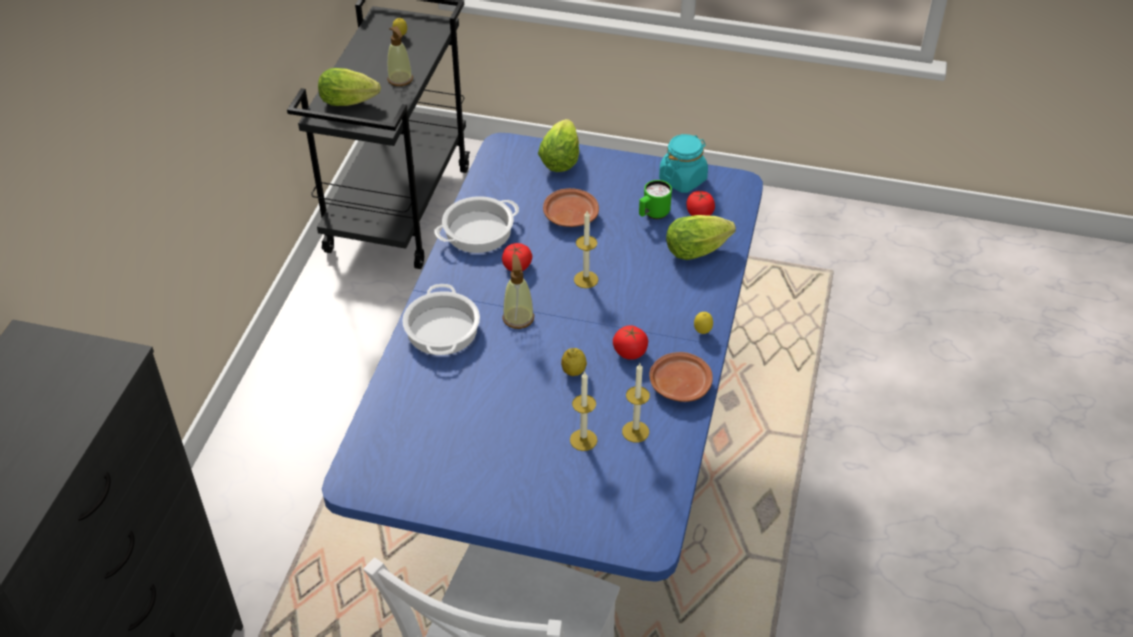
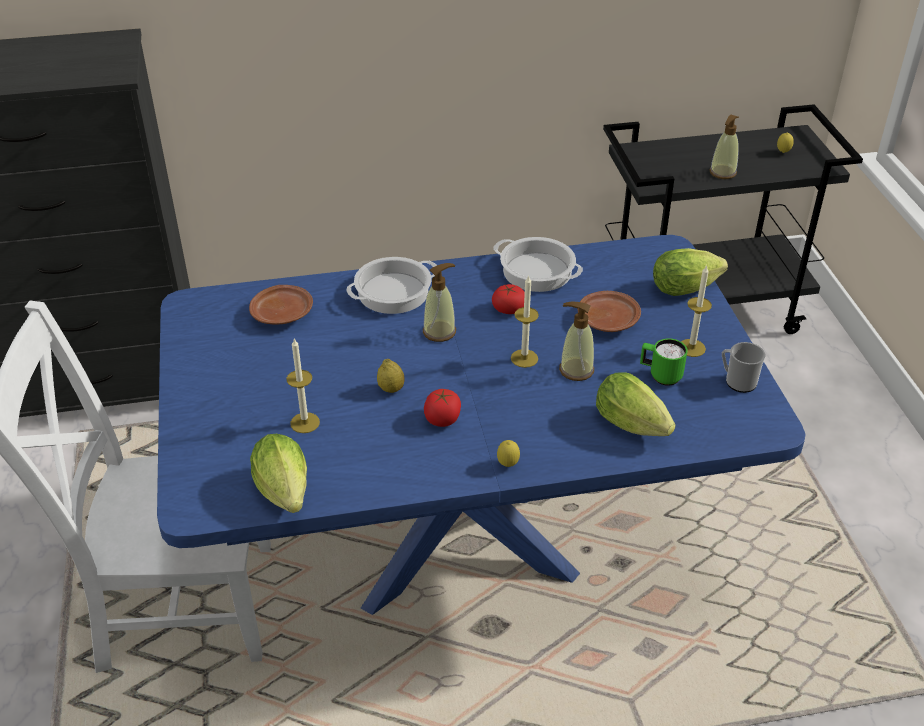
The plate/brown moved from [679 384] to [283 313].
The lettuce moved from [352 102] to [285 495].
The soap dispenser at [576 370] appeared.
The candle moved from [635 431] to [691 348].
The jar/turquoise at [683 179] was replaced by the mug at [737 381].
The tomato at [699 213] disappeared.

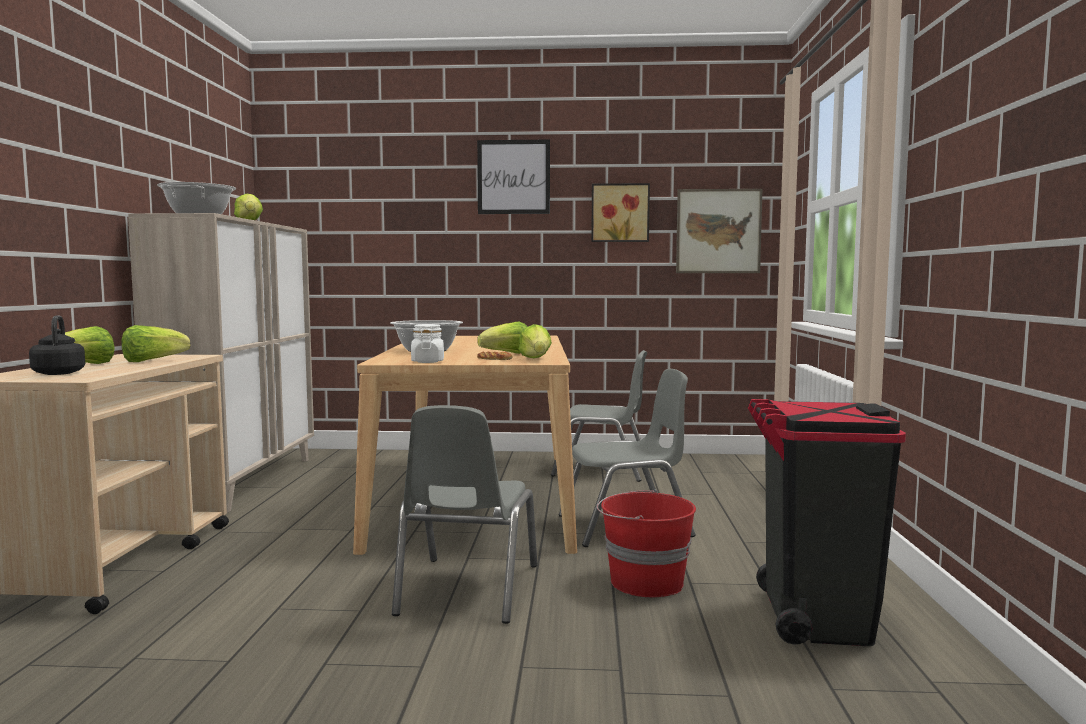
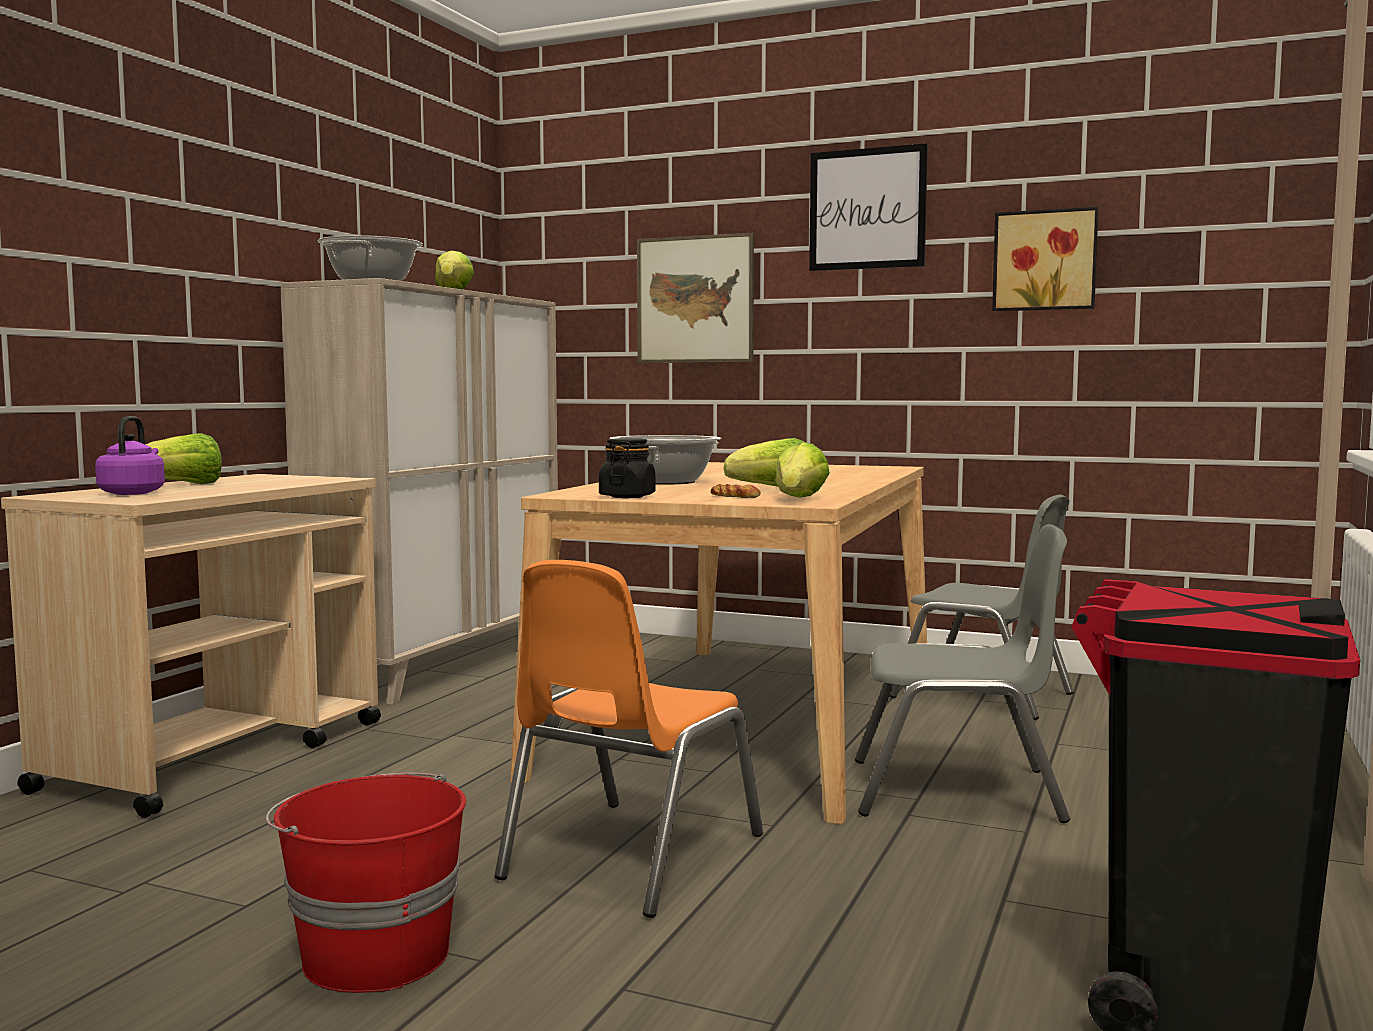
The kettle/black at [59 373] became the kettle/purple at [133 493].
The bucket/red moved from [645 582] to [373 955].
The chair/grey at [467 589] became the chair/orange at [630 856].
The jar/white at [427 361] became the jar/black at [627 496].
The picture moved from [718 231] to [695 299].
The lettuce at [153 361] disappeared.

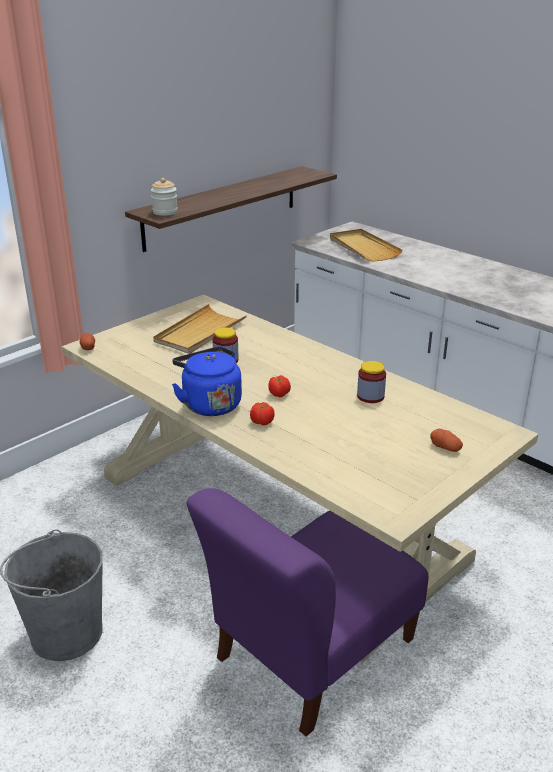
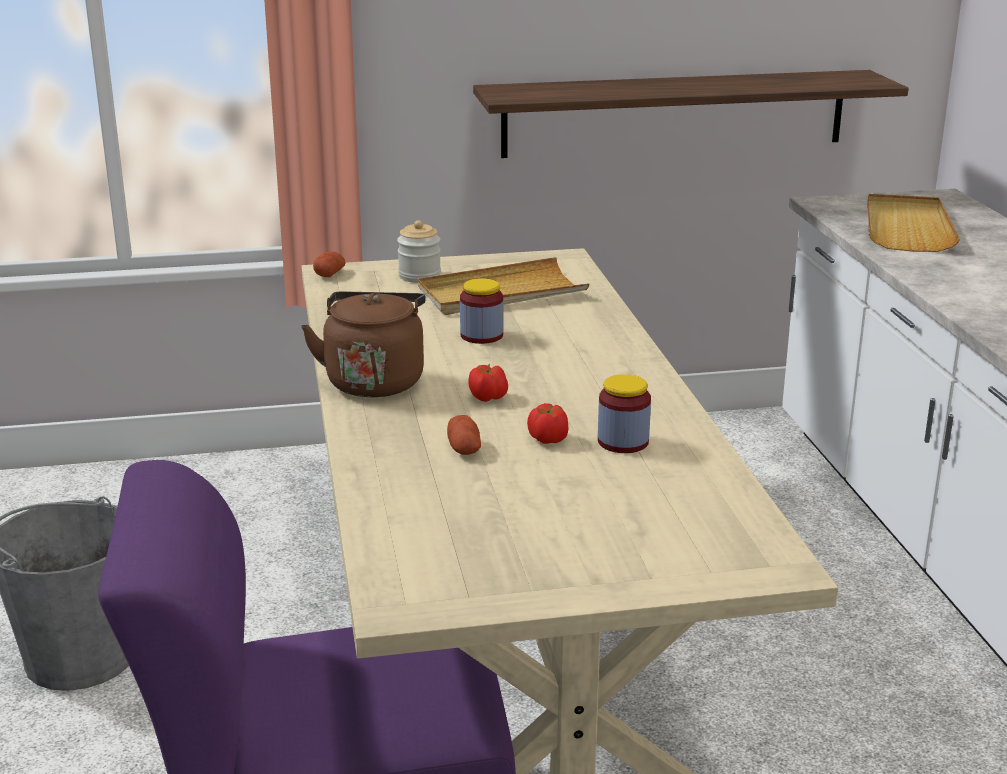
The kettle/blue at [209 404] became the kettle/brown at [374 380].
The jar moved from [165 212] to [419 276].
The potato moved from [445 447] to [464 448].
The tomato moved from [262 422] to [547 440].

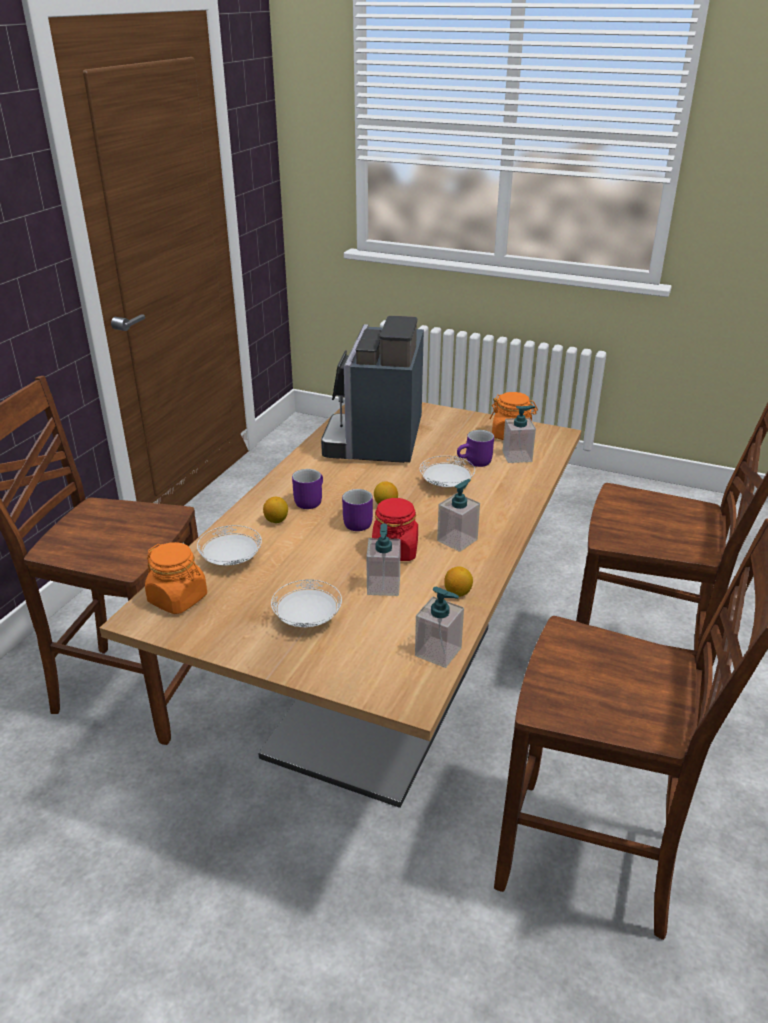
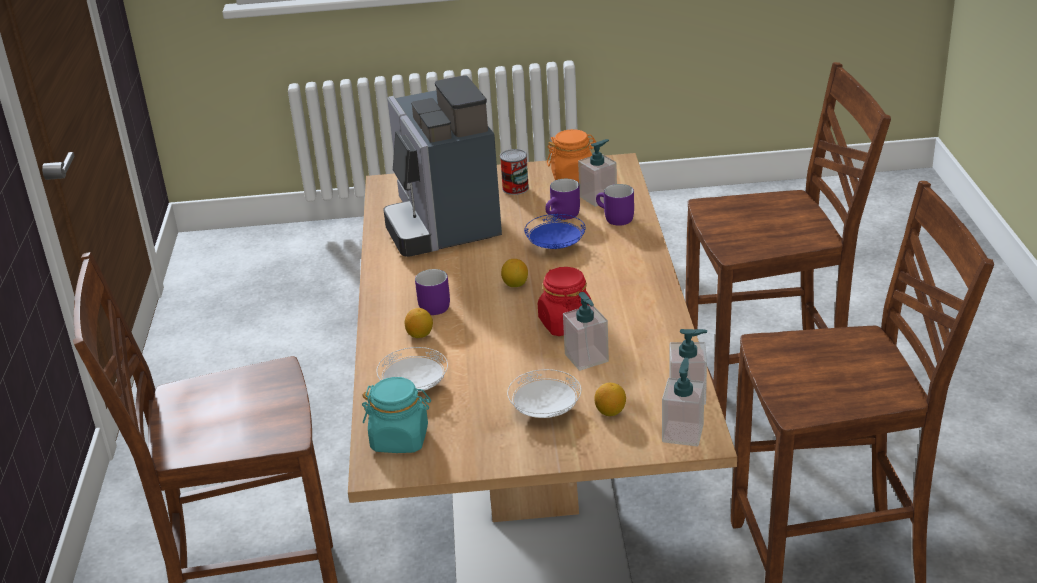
The jar/orange at [178 599] became the jar/turquoise at [400 439].
The can at [515 188] appeared.
The plate/white at [446 484] became the plate/blue at [555 246].
The lemon moved from [457 593] to [610 412].
The mug/purple moved from [354 522] to [614 219].
The soap dispenser moved from [457 540] to [683 433].

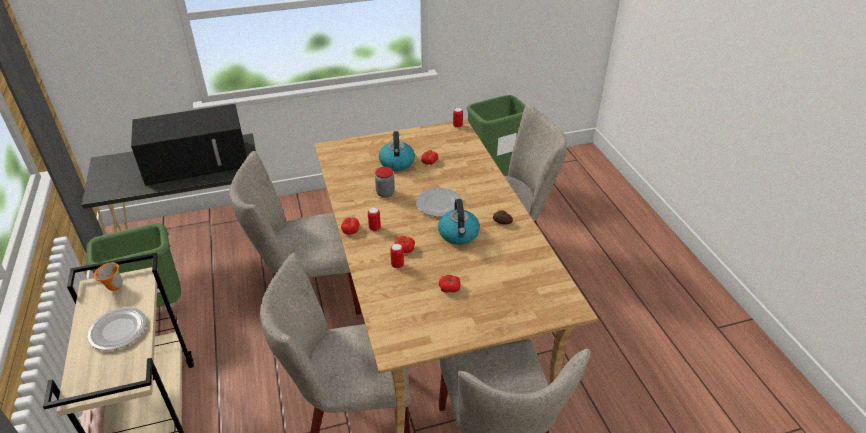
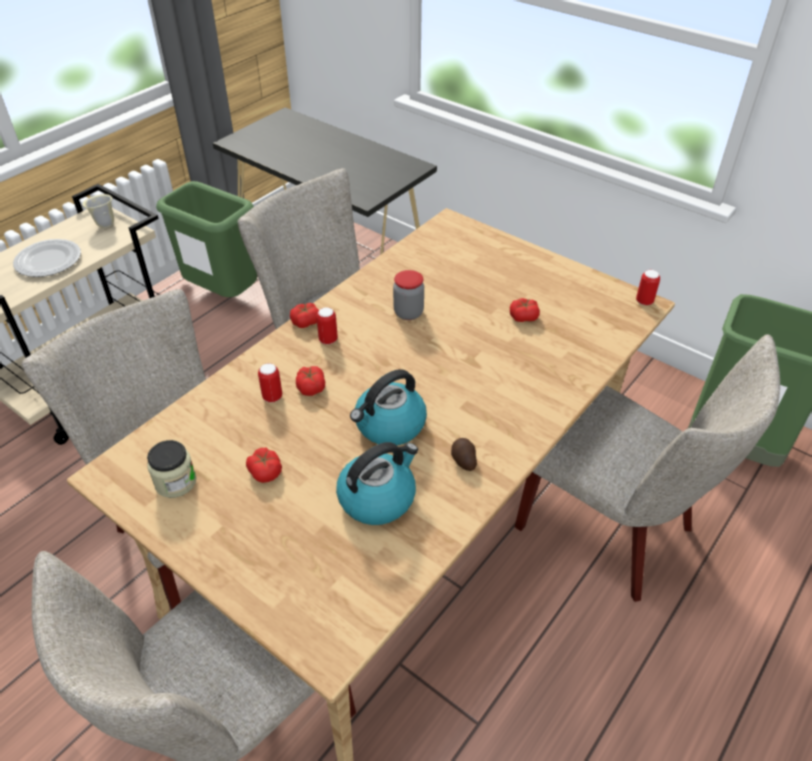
The mug/orange at [113 287] became the mug/beige at [104 224].
The jar at [175 482] appeared.
The kettle moved from [396 162] to [377 497].
The microwave/black at [198 161] disappeared.
The plate at [439 203] disappeared.

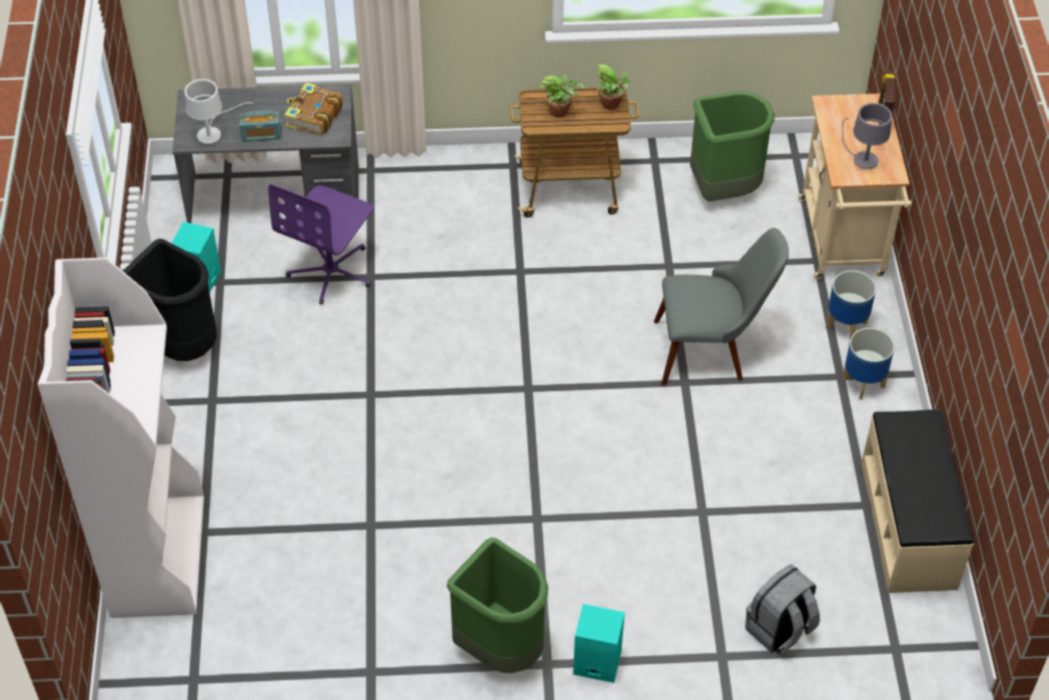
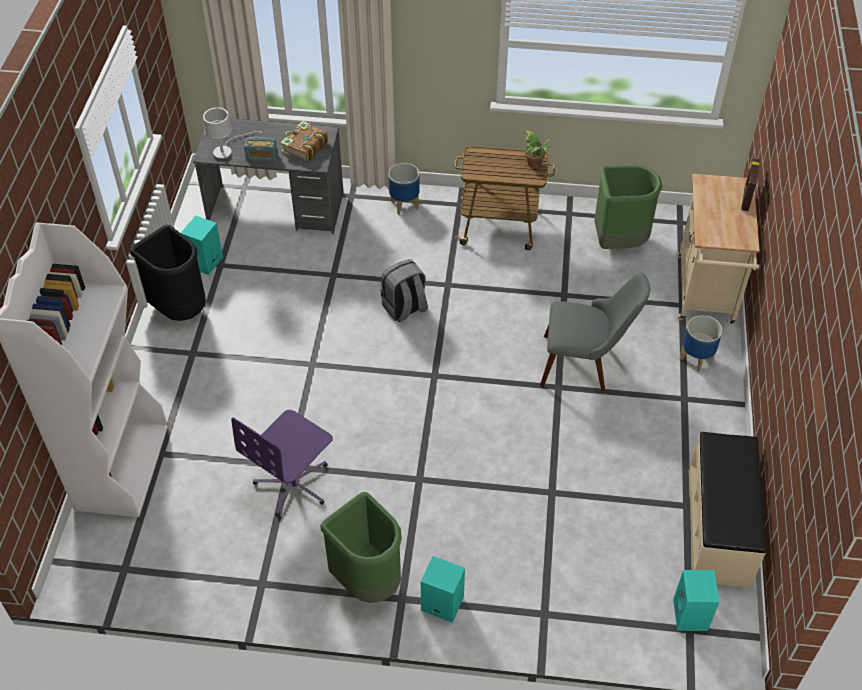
The office chair/purple moved from [332 271] to [293 484].
The backpack/grey moved from [779 630] to [405 308].
The planter moved from [863 382] to [405 204].
The speaker/turquoise at [691 616] appeared.
The potted plant at [561 111] disappeared.
The table lamp/grey at [861 158] disappeared.

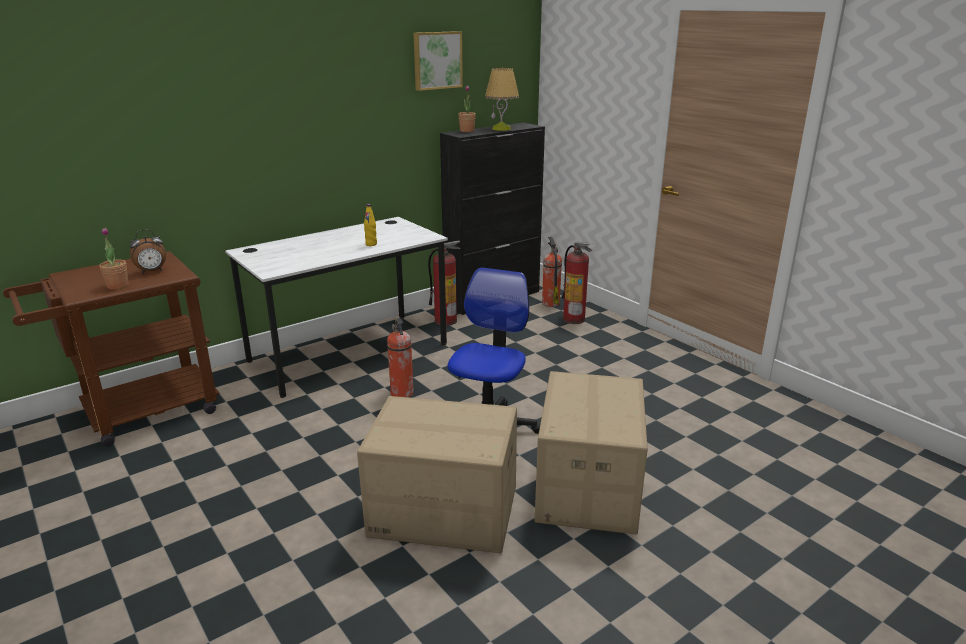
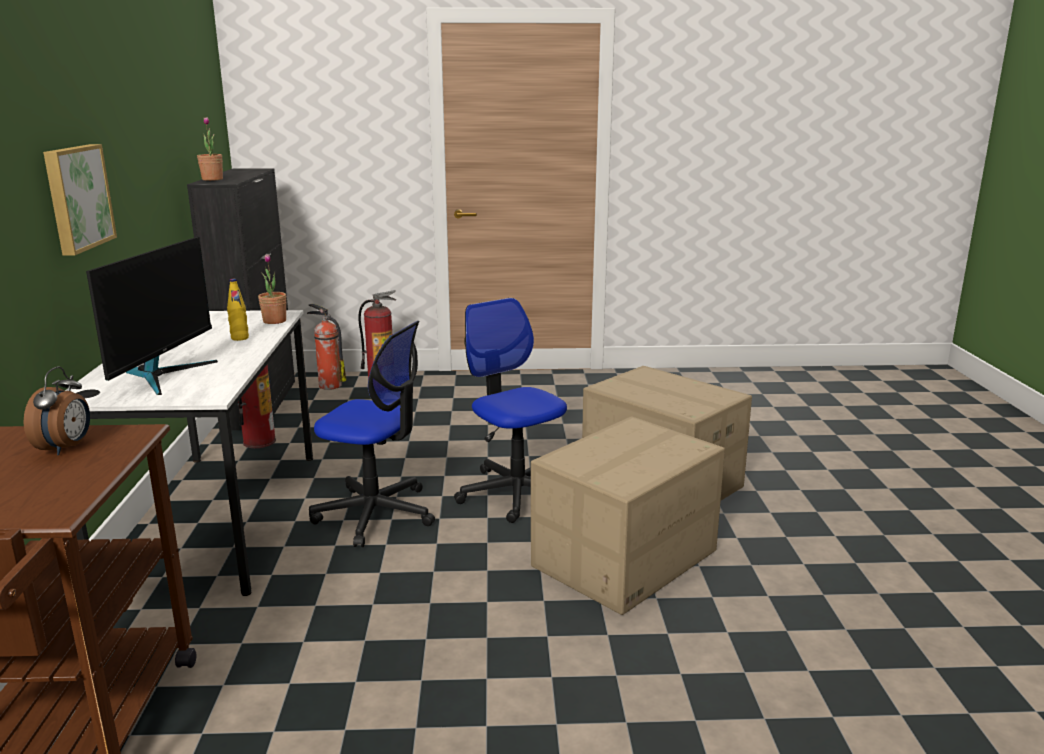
The picture moved from [437 60] to [76 197].
The monitor at [163 375] appeared.
The potted plant moved from [117 286] to [274 321].
The fire extinguisher at [402 393] was replaced by the office chair at [376 514].
The table lamp at [501 129] disappeared.

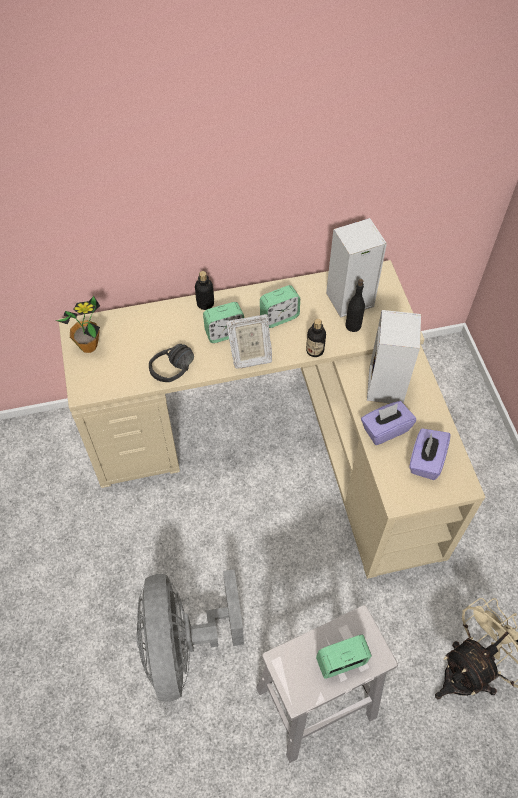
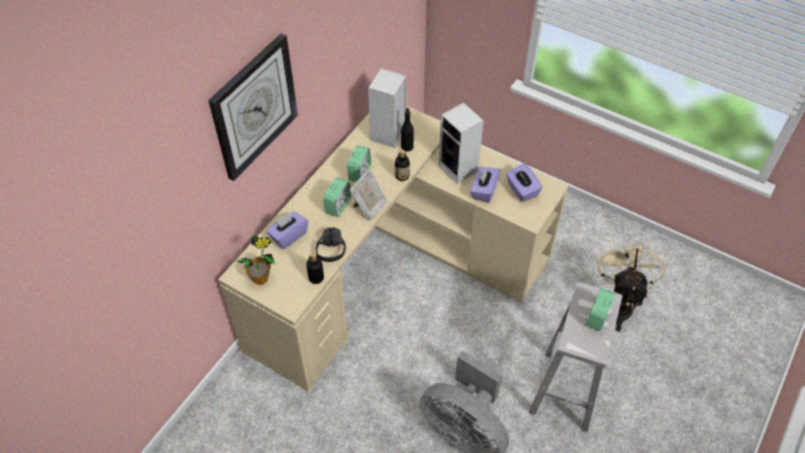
The wall clock at [254 107] appeared.
The tissue box/purple at [288 236] appeared.
The bottle moved from [205 304] to [316 278].

